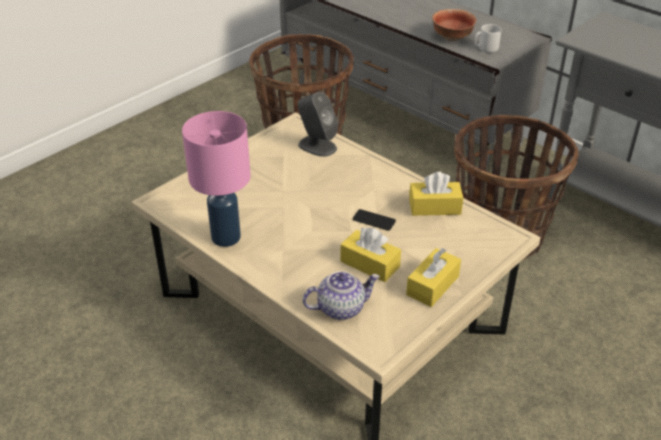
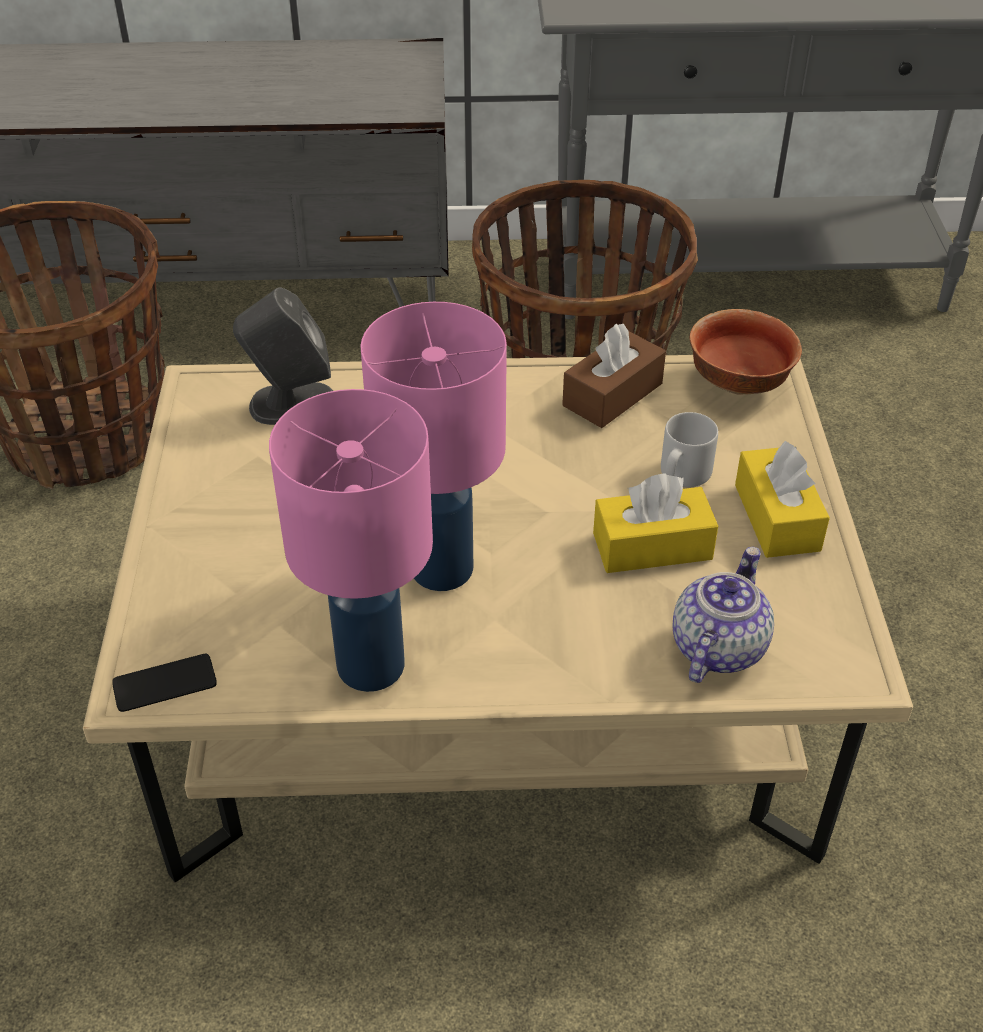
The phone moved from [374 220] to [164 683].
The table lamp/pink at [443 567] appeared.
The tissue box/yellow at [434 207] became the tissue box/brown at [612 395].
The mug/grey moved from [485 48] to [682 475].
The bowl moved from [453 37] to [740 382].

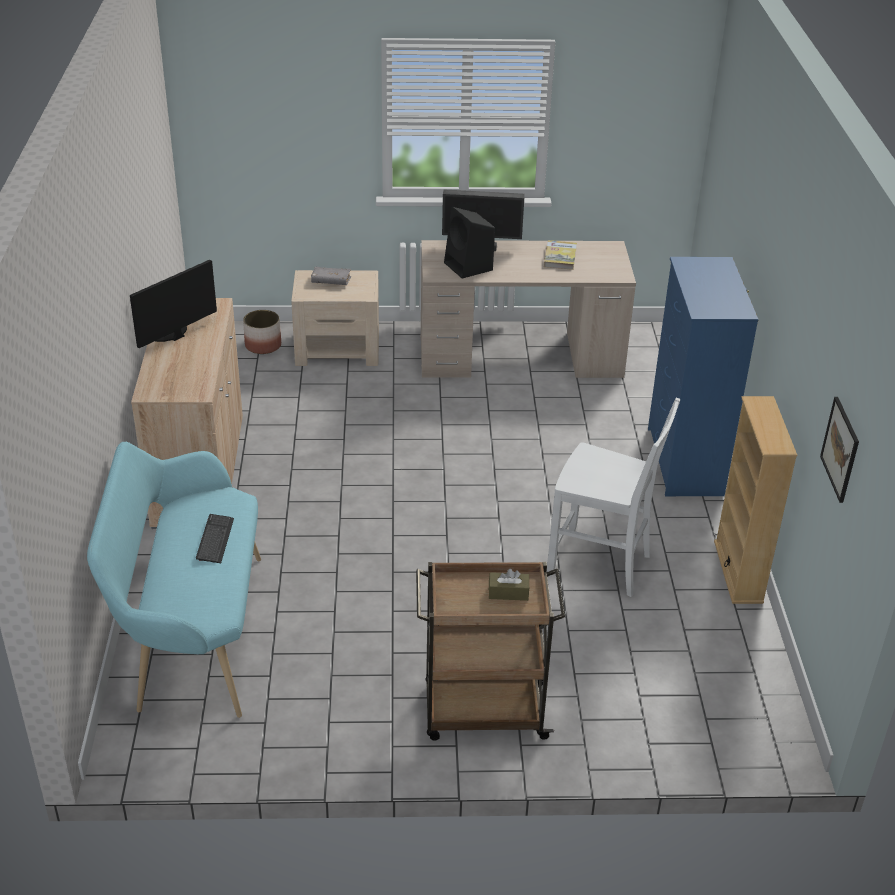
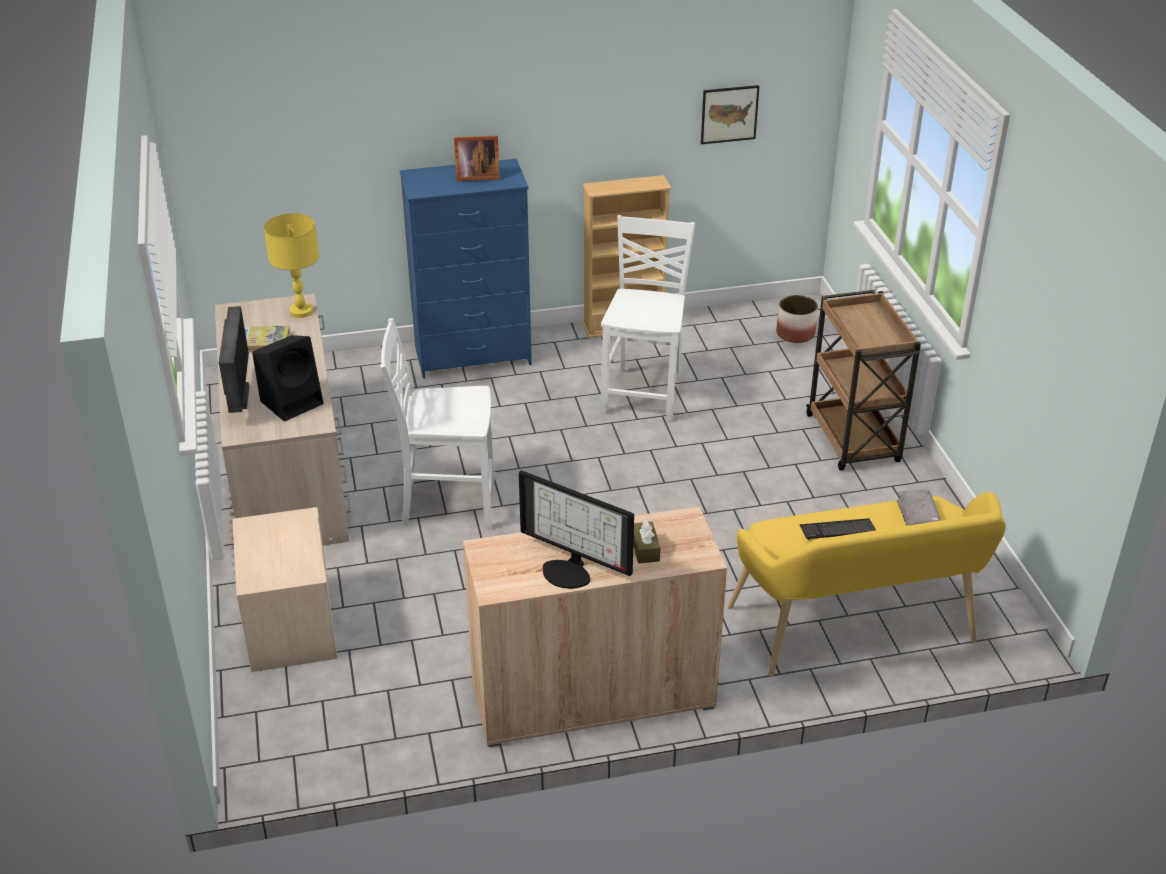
The table lamp/yellow at [300 311] appeared.
The chair/white at [446 503] appeared.
The picture frame at [475 176] appeared.
The tissue box/brown moved from [508 592] to [645 549].
The bench/turquoise at [192 634] became the bench/yellow at [858 631].
The planter moved from [263 345] to [795 334].
The book/grey moved from [331 281] to [918 516].

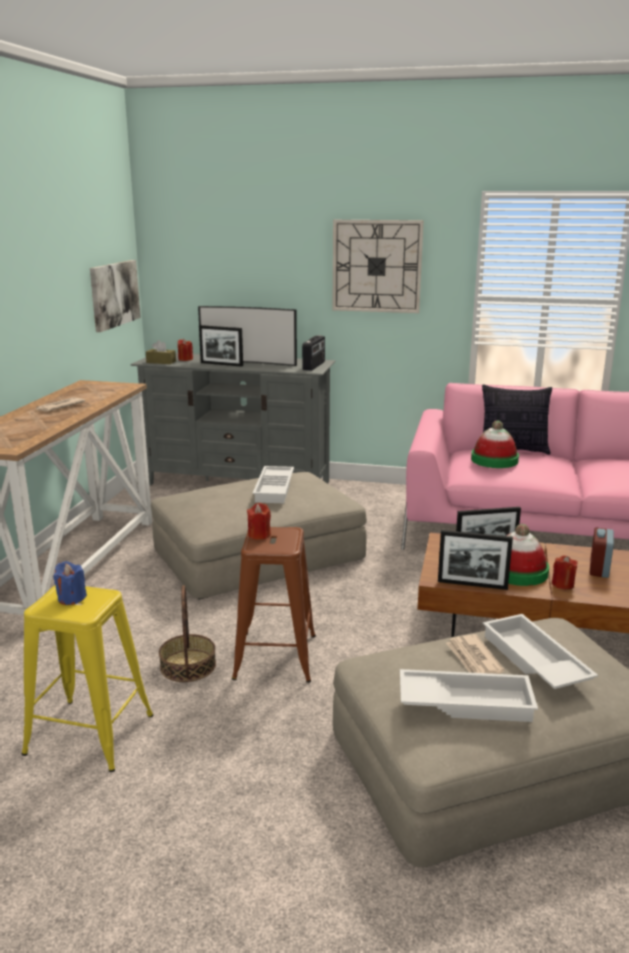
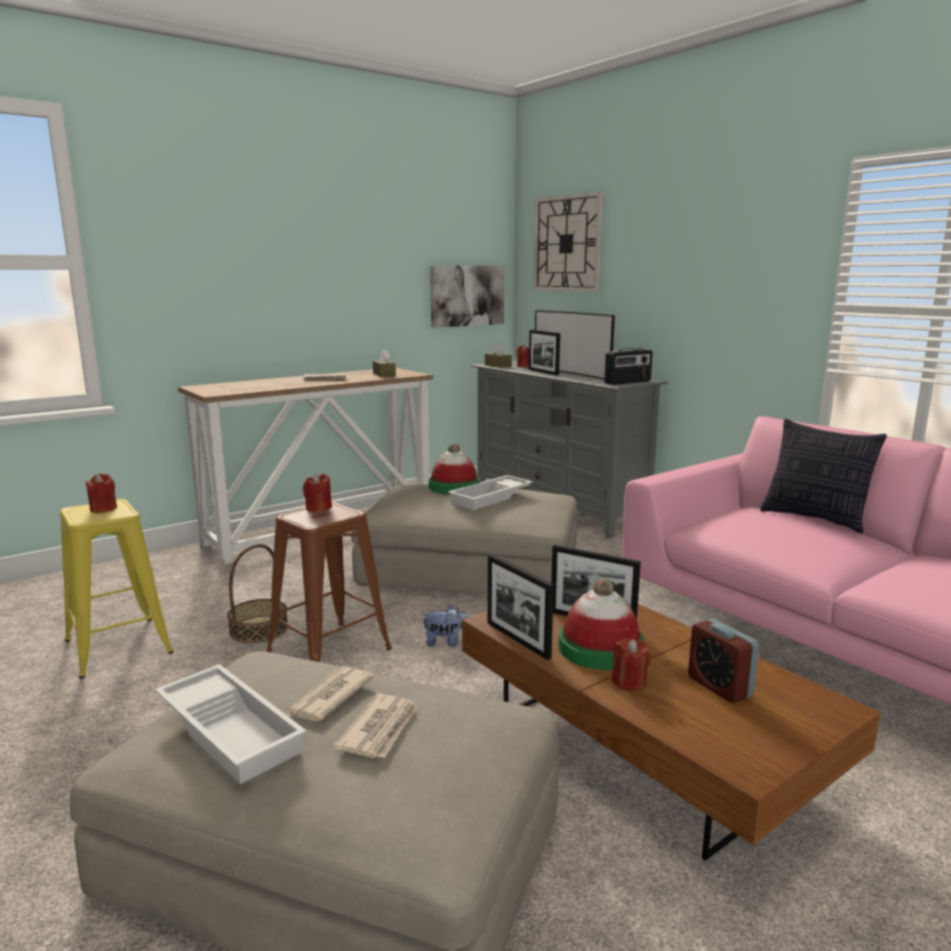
The candle/blue at [71 598] became the candle/red at [103 509].
The tray/white at [533 661] was replaced by the newspaper at [380 729].
The tissue box/brown at [384 374] appeared.
The plush toy at [446 642] appeared.
The hat moved from [494 460] to [454 487].
The wall clock moved from [376 266] to [567 243].
The alarm clock at [599 569] turned 90 degrees counterclockwise.

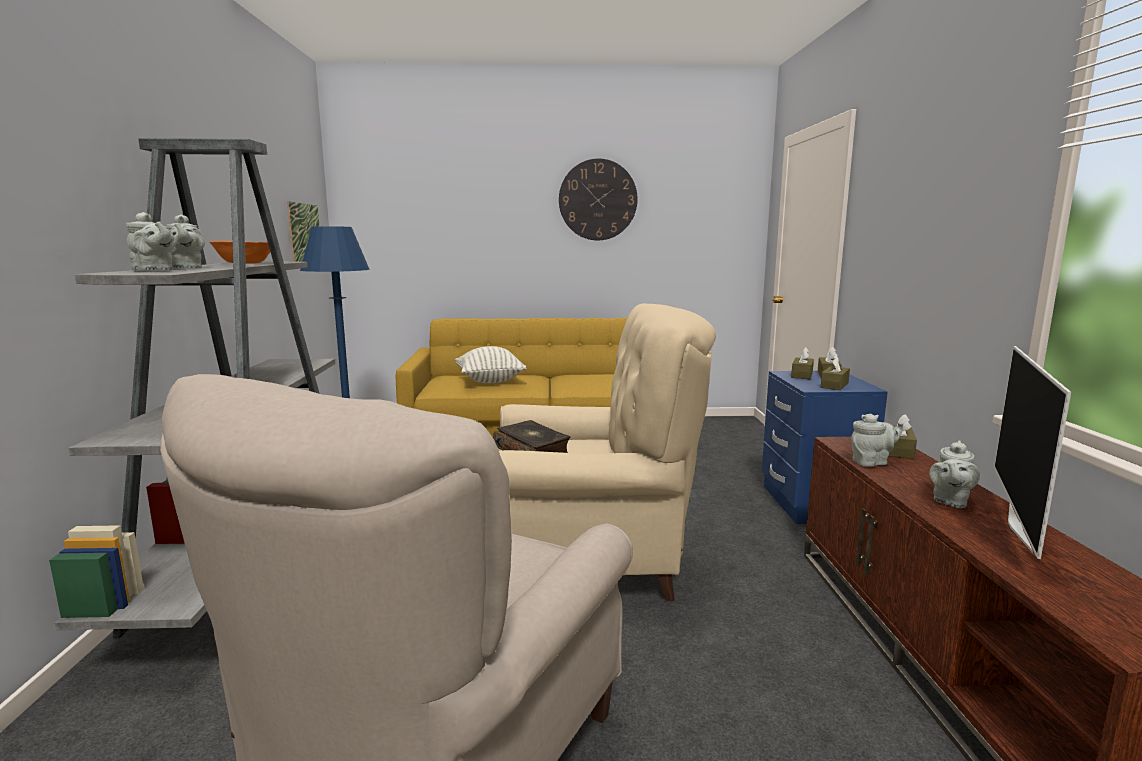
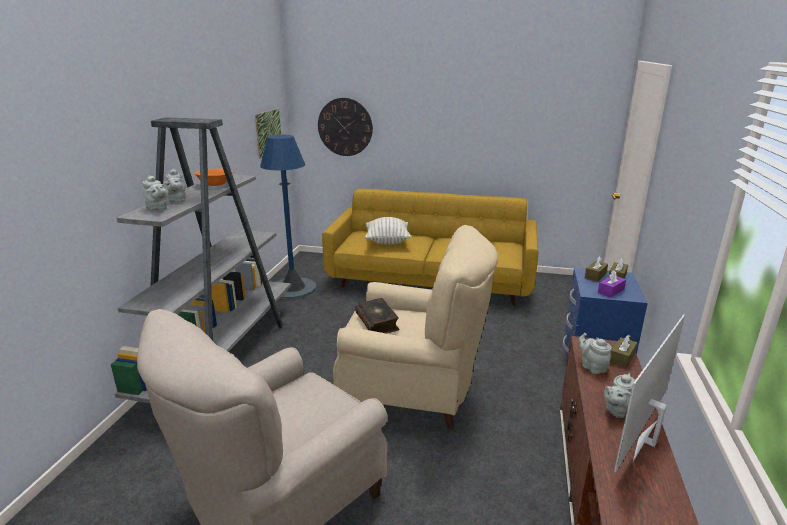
The wall clock moved from [598 200] to [345 127].
The teapot/grey at [872 462] turned 120 degrees counterclockwise.
The tissue box/brown at [834 385] became the tissue box/purple at [610 291].

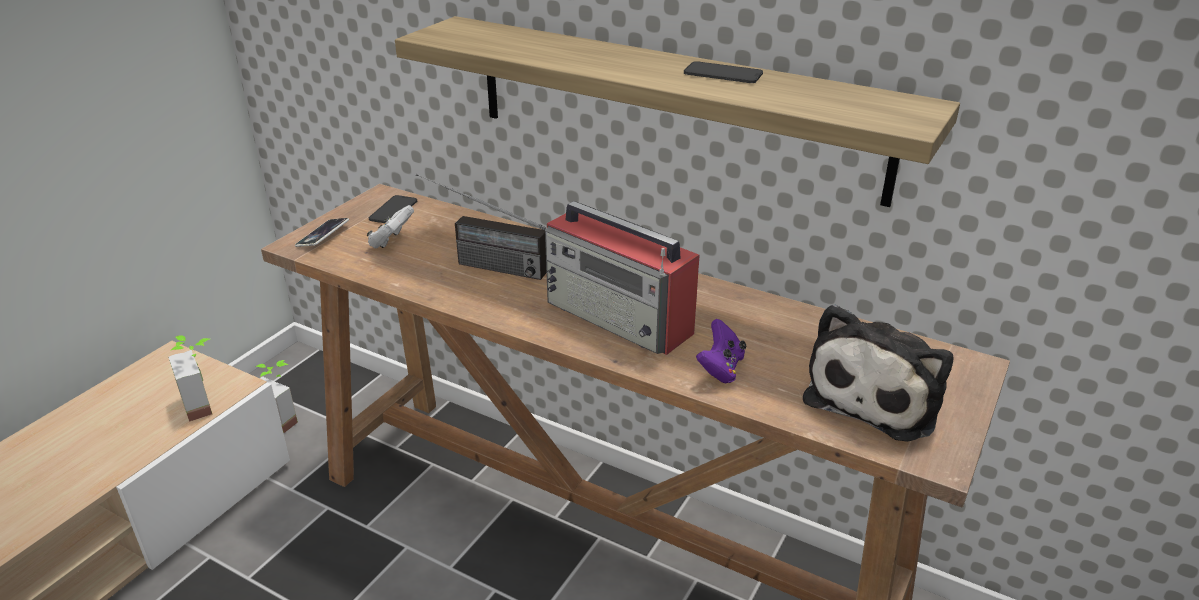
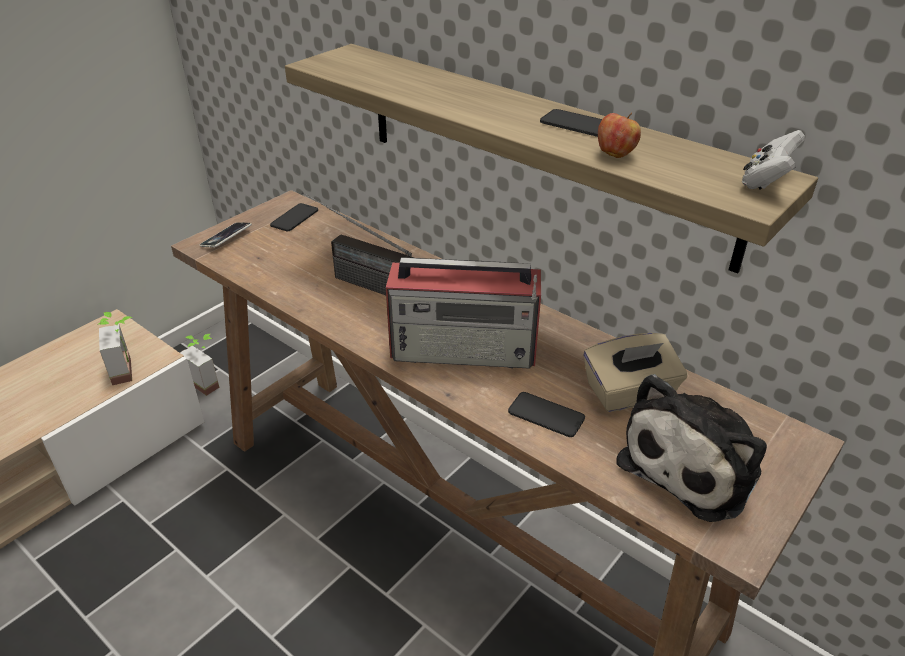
The radio at [620 318] turned 45 degrees counterclockwise.
The game controller/purple at [720 368] was replaced by the phone at [546 415].
The tissue box/beige at [630 393] appeared.
The apple at [615 154] appeared.
The game controller/white moved from [391 241] to [766 181].

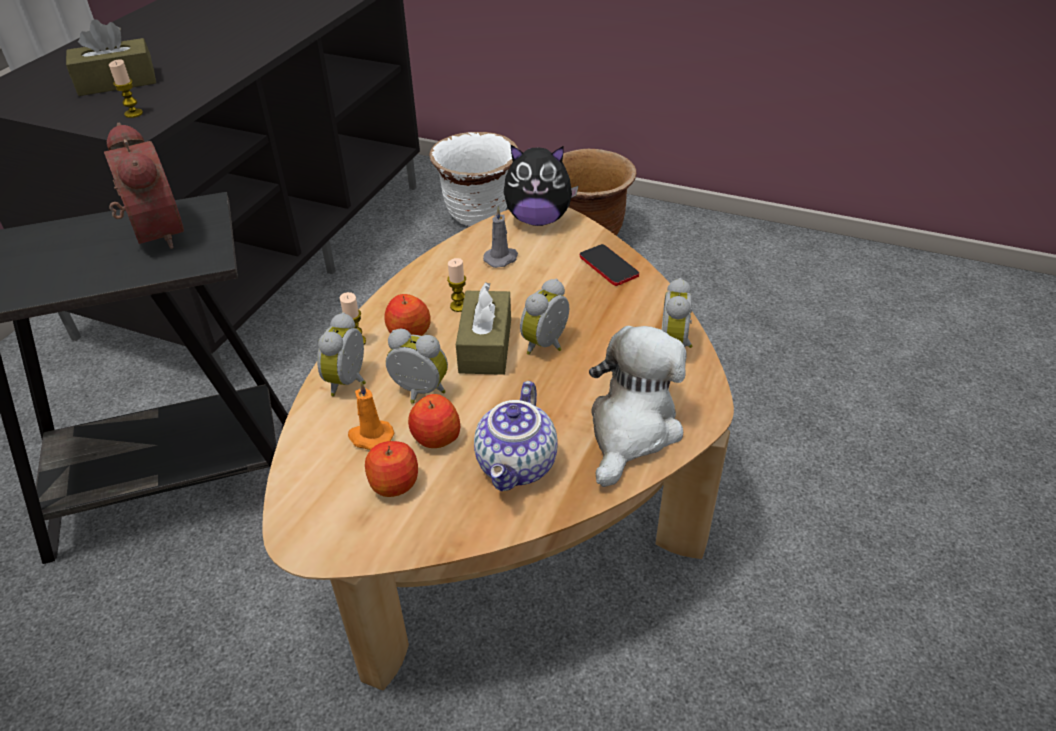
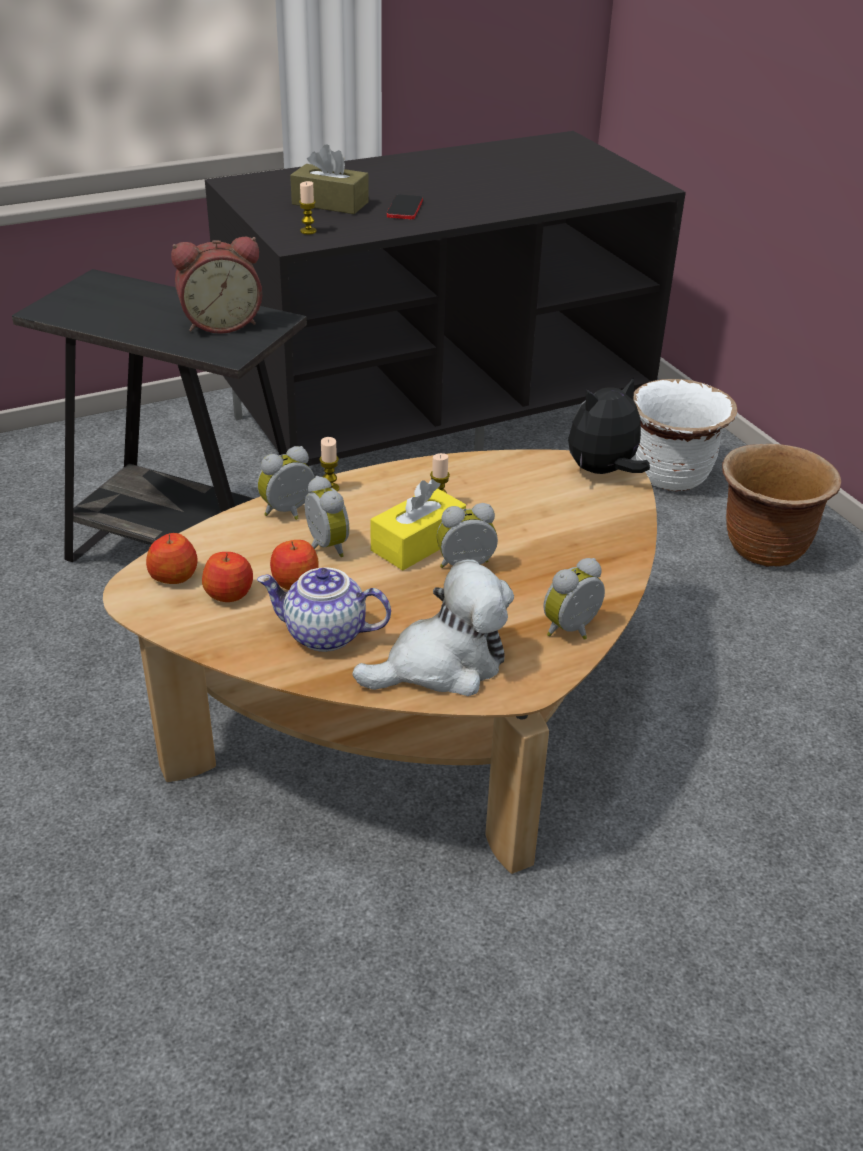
The apple moved from [409 332] to [174 576].
The alarm clock at [152 234] turned 60 degrees clockwise.
The teapot at [518 466] turned 45 degrees clockwise.
The tissue box/brown at [485 346] became the tissue box/yellow at [418 543].
The phone moved from [608 266] to [404 208].
The plush toy at [538 219] turned 105 degrees clockwise.
The candle/orange at [370 437] disappeared.
The candle/grey at [501 258] disappeared.

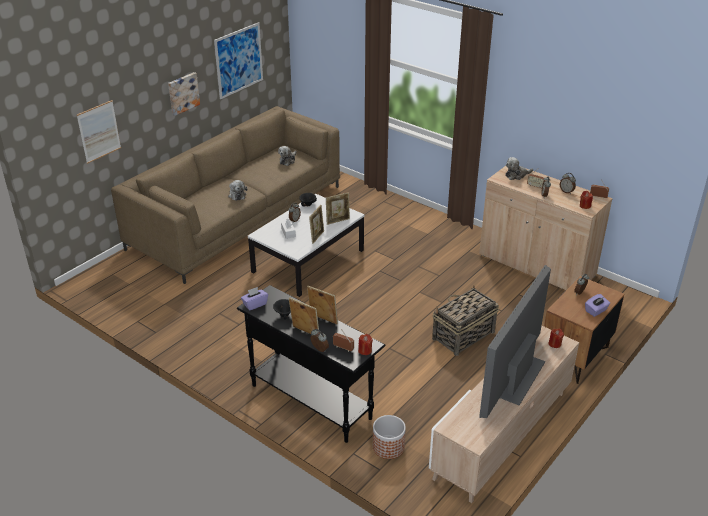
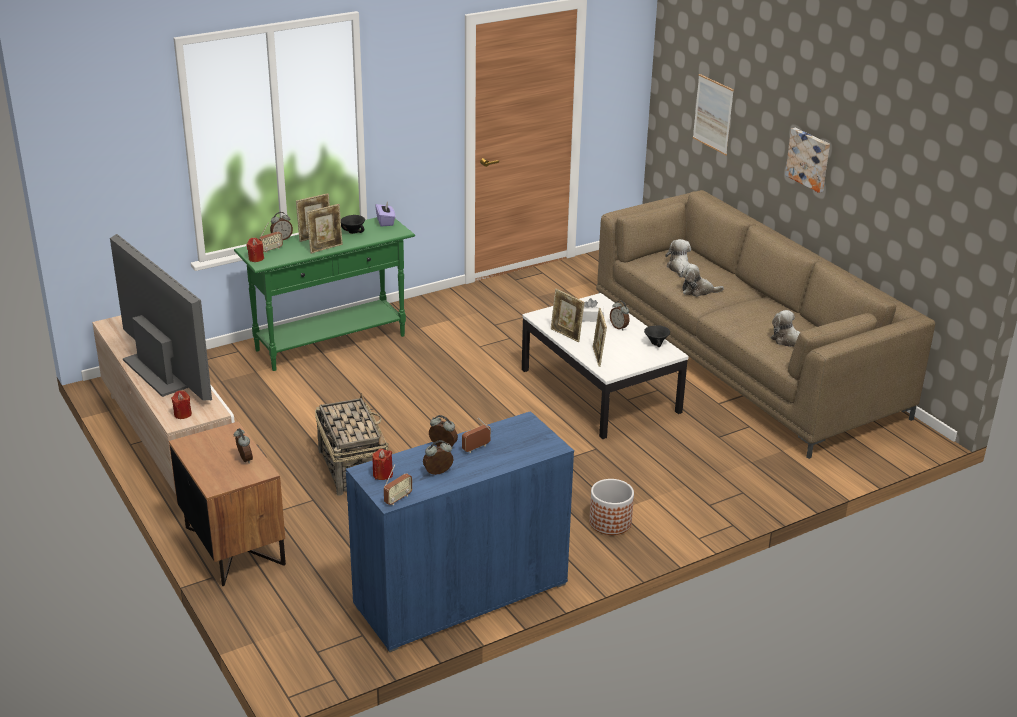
The console table/black at [311 401] became the console table/green at [331 343].
The cabinet/beige at [536 265] became the cabinet/blue at [461 594].
The planter moved from [388 447] to [610 522].
The plush toy moved from [516 175] to [679 268].
The picture at [239 60] disappeared.
The tissue box/purple at [596 311] disappeared.

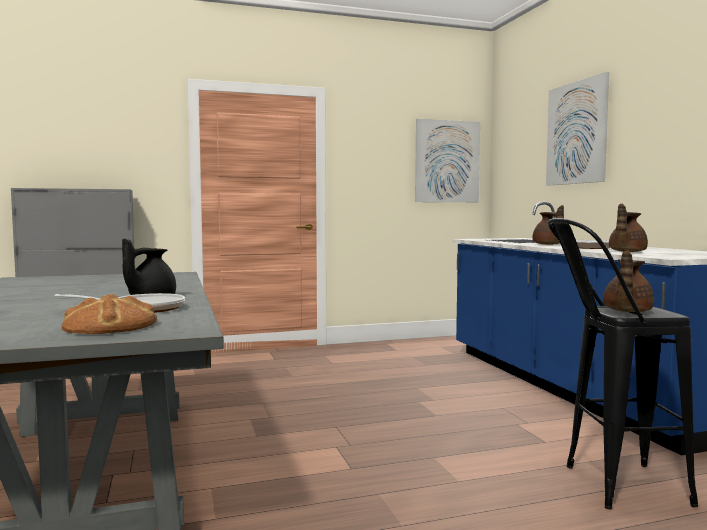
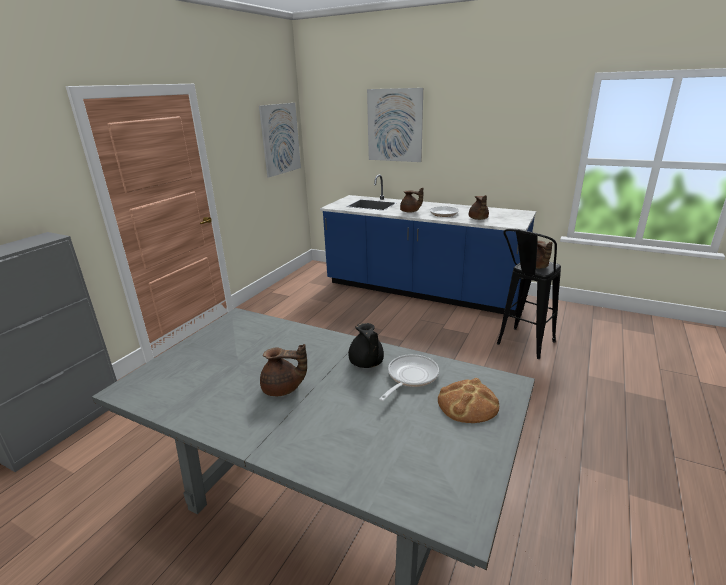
The teapot/brown at [283 389] appeared.

